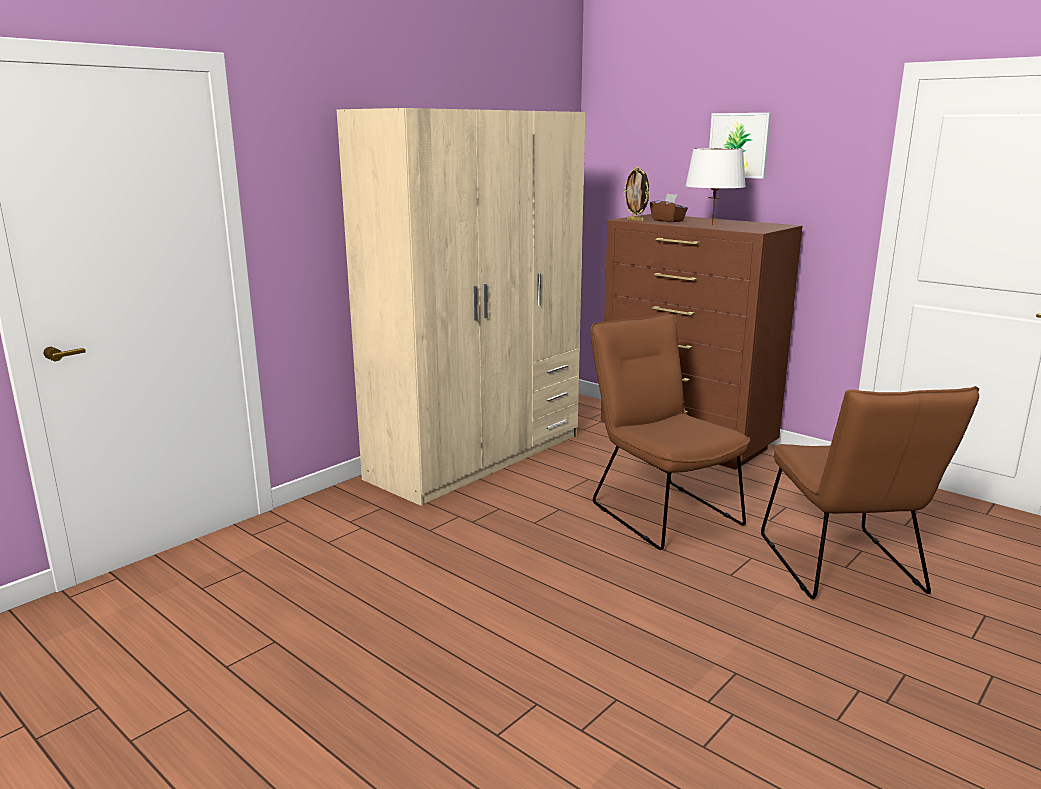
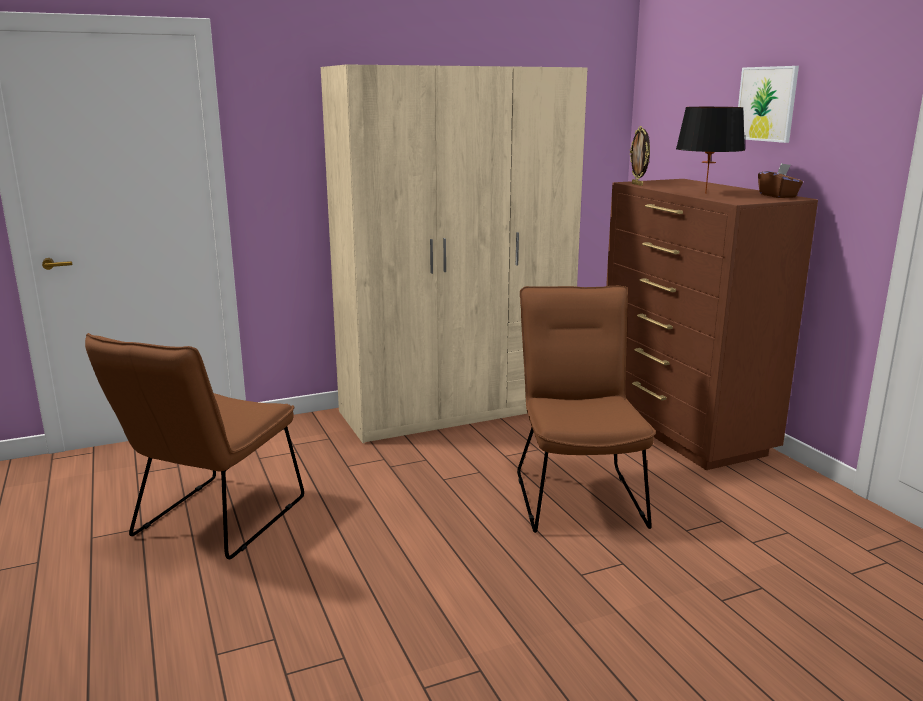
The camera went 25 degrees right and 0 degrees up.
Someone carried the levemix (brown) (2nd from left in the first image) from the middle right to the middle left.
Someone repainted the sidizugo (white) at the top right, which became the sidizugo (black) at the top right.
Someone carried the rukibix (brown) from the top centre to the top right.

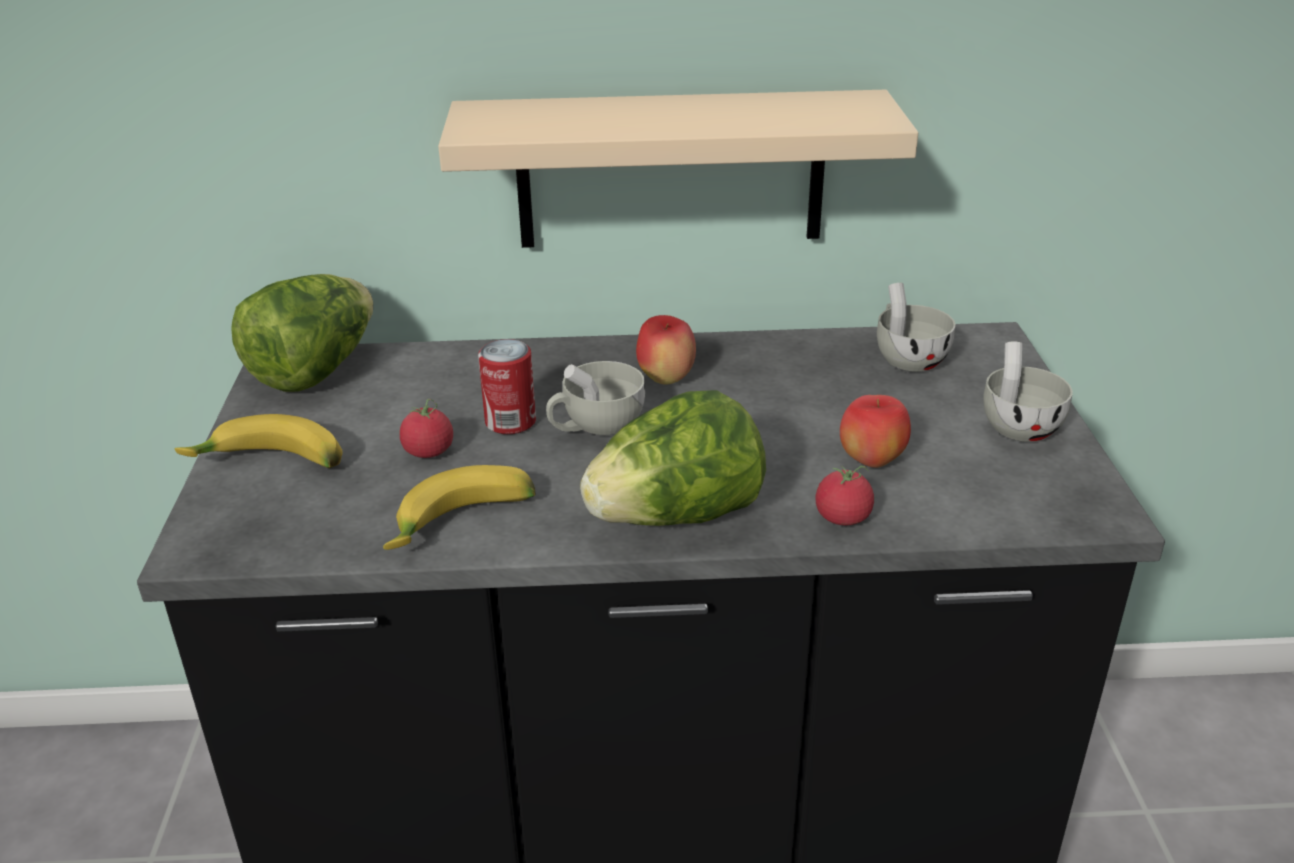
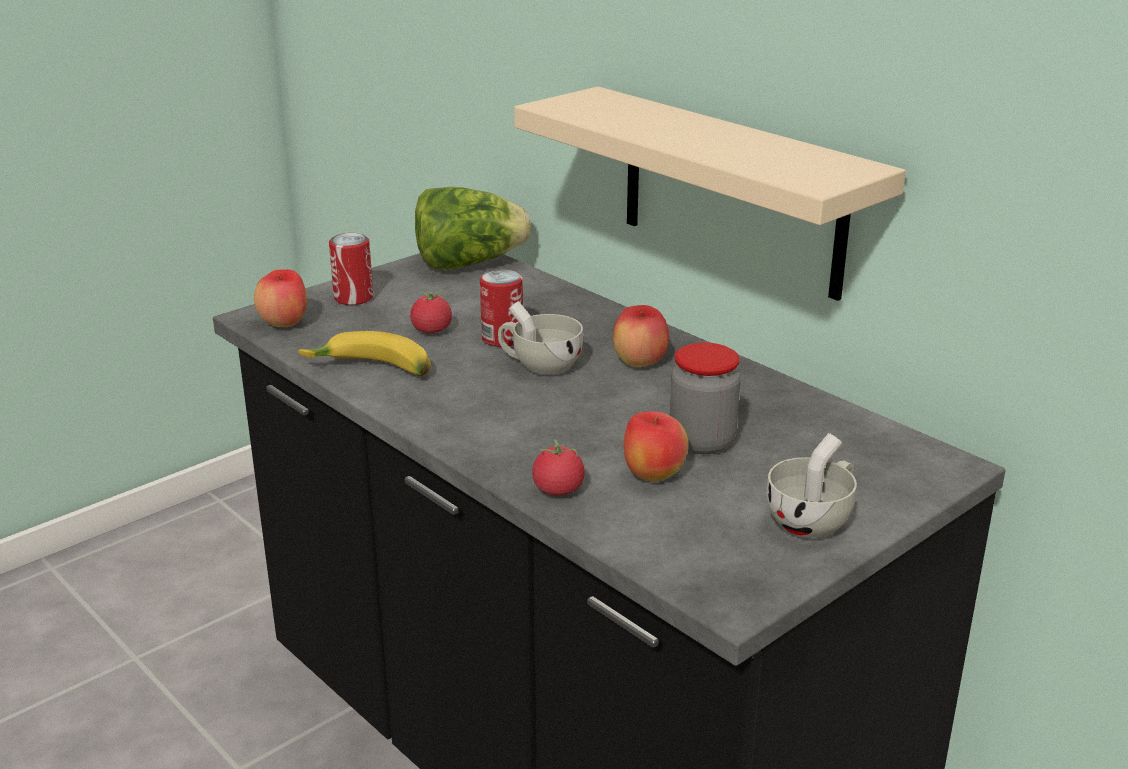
The camera went 50 degrees right and 5 degrees down.
Someone put down the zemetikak (1st from left) at the middle left.
Someone swapped the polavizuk (1st from left) at the middle left for the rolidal (1st from left) at the middle left.
Someone put down the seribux at the centre.
Someone took away the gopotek (2nd from left) at the centre.
Someone took away the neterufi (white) (2nd from left) at the middle right.

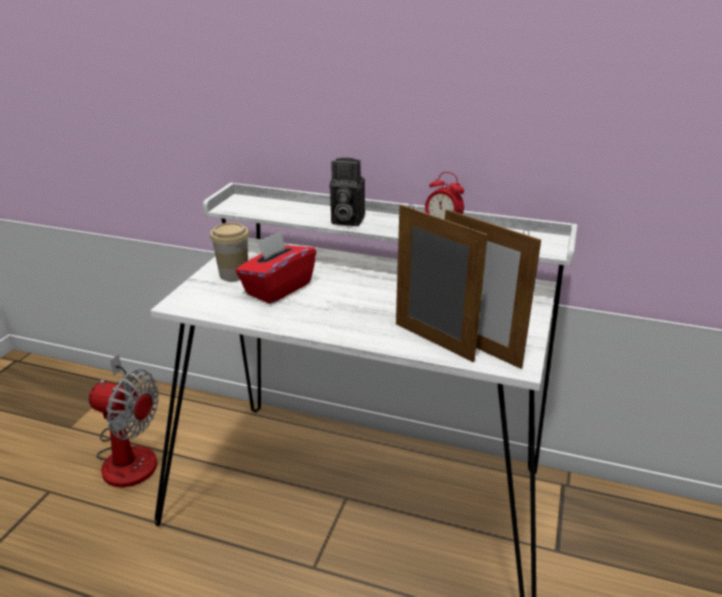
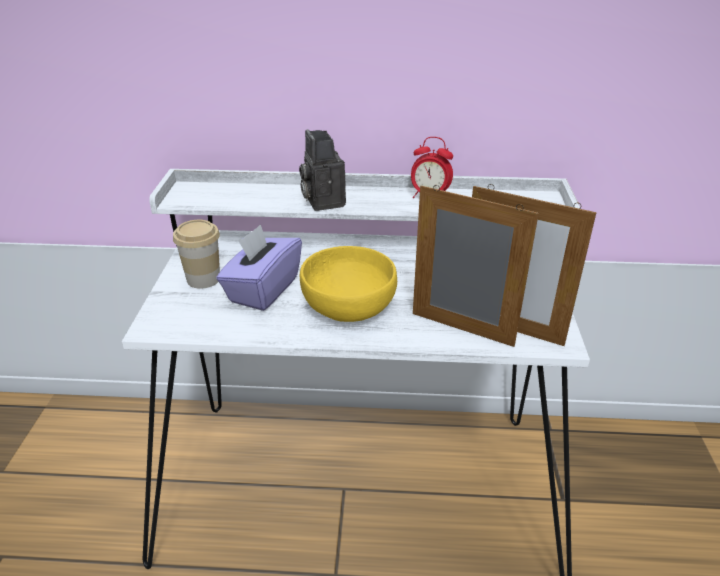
The camera went 15 degrees left and 5 degrees up.
Someone repainted the rukibix (red) at the centre, which became the rukibix (purple) at the centre.
Someone rotated the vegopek at the top centre by 75 degrees clockwise.
Someone put down the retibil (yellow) at the centre.
Someone took away the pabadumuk at the bottom left.

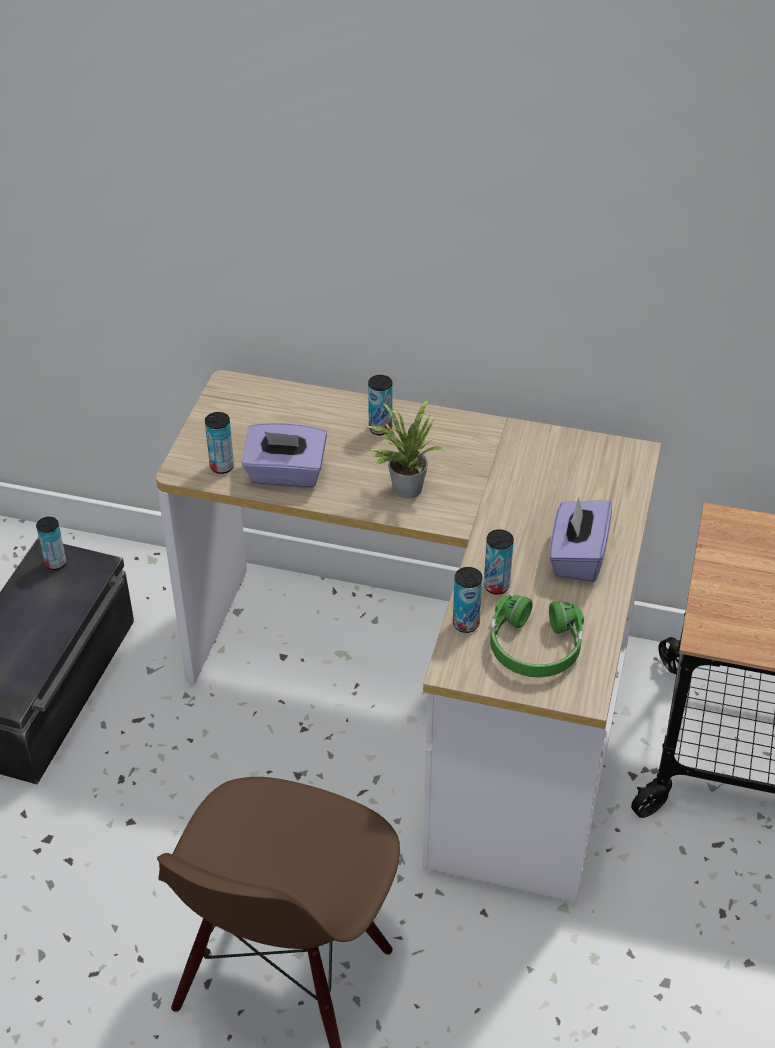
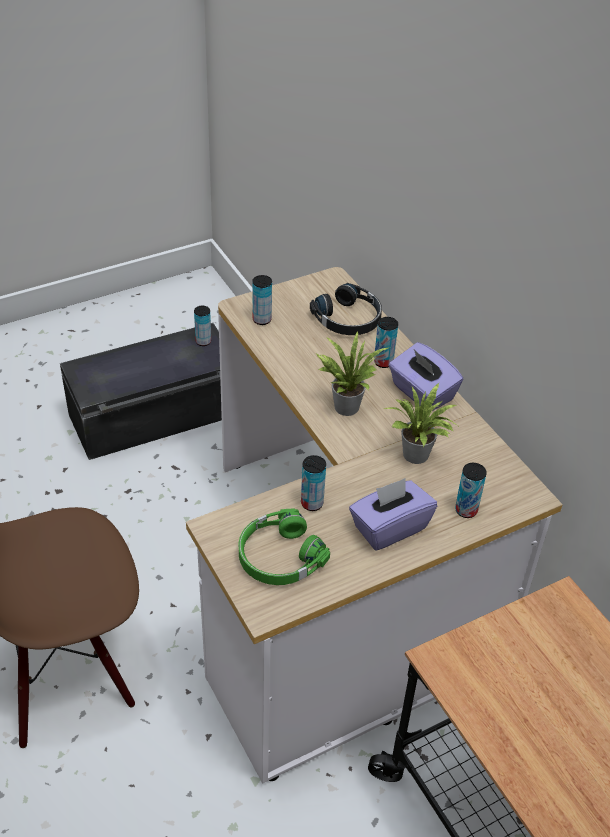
The camera went 45 degrees right and 0 degrees up.
Someone put down the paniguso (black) at the centre.
Someone put down the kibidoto (2nd from left) at the middle right.
Someone carried the rukibix (purple) (1st from left in the first image) from the centre to the middle right.
Someone carried the rolidal (4th from left in the first image) from the centre to the middle right.

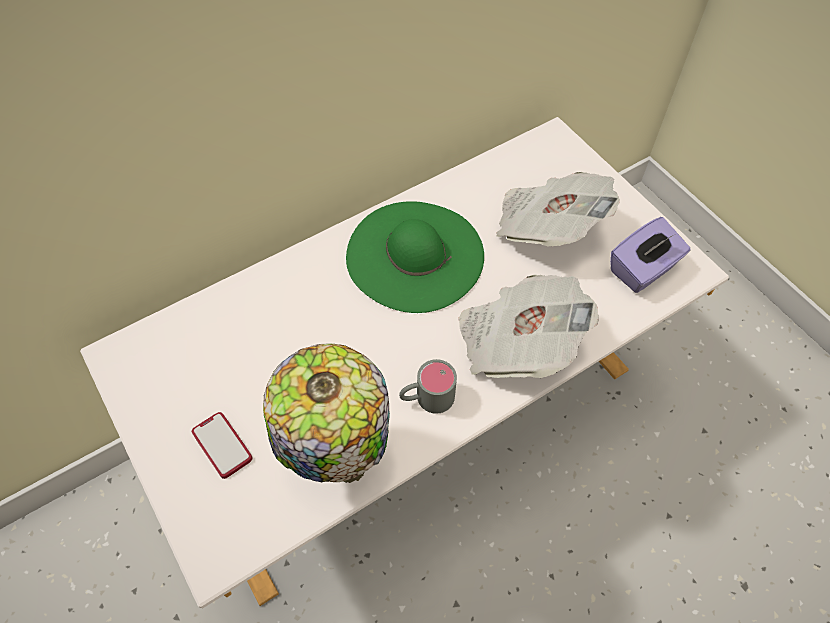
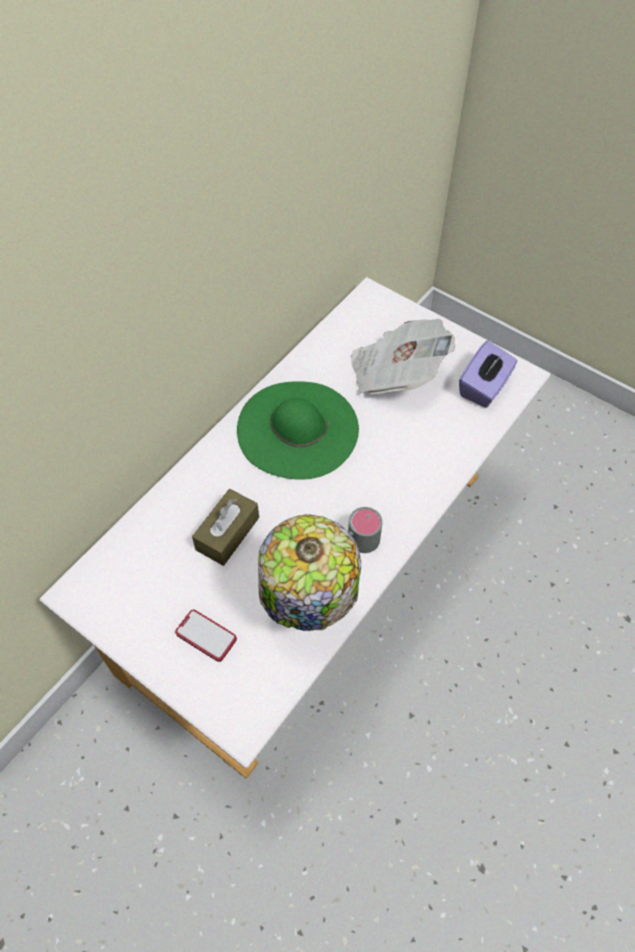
The camera went 20 degrees left and 0 degrees up.
Someone put down the rukibix (brown) at the centre.
Someone took away the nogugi (1st from left) at the centre.

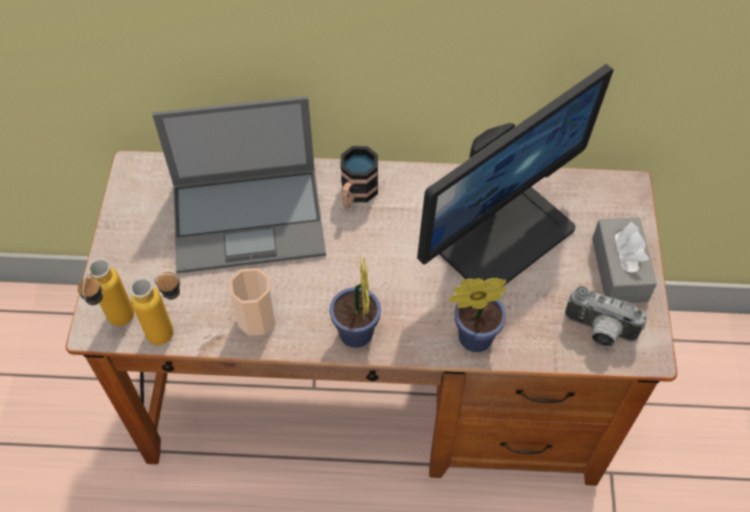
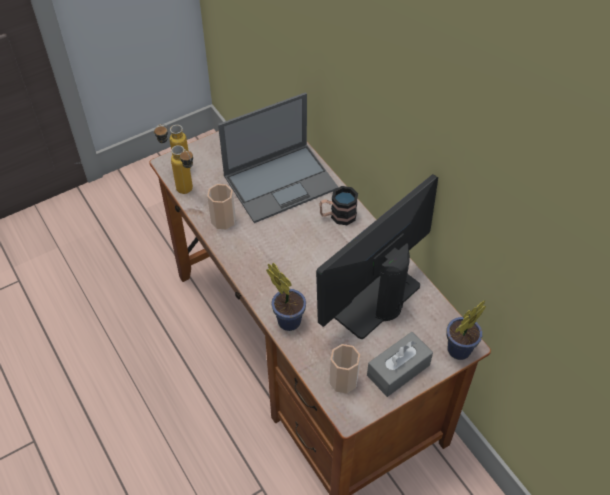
The camera went 55 degrees right and 5 degrees down.
Someone rotated the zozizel at the middle left by 75 degrees counterclockwise.
Someone rotated the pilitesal at the middle right by 120 degrees clockwise.
Someone swapped the vegopek at the middle right for the neterufi (2nd from left) at the bottom centre.
Someone carried the kibidoto (1st from left in the first image) from the centre to the bottom right.

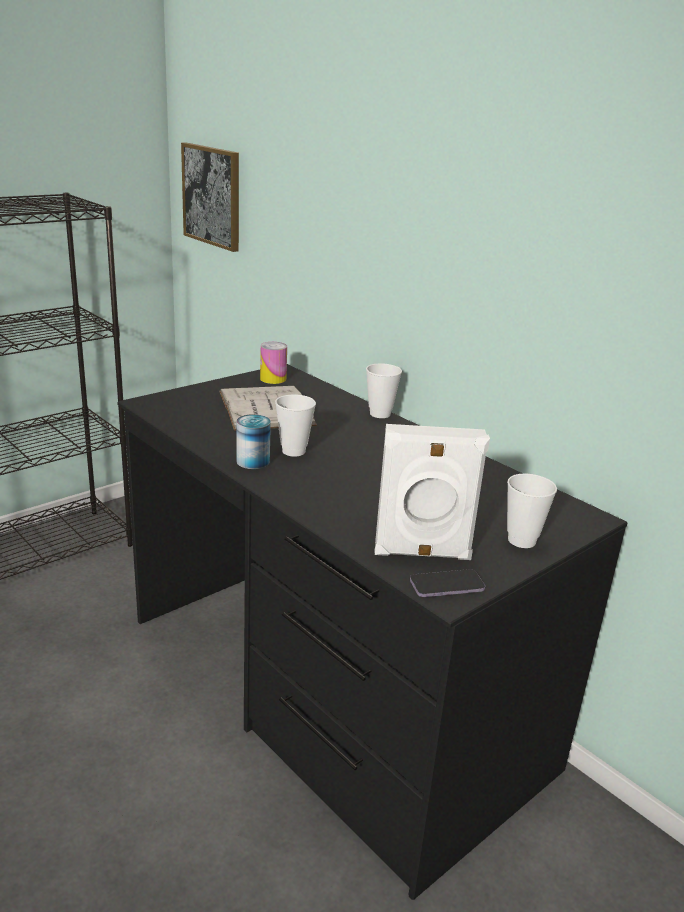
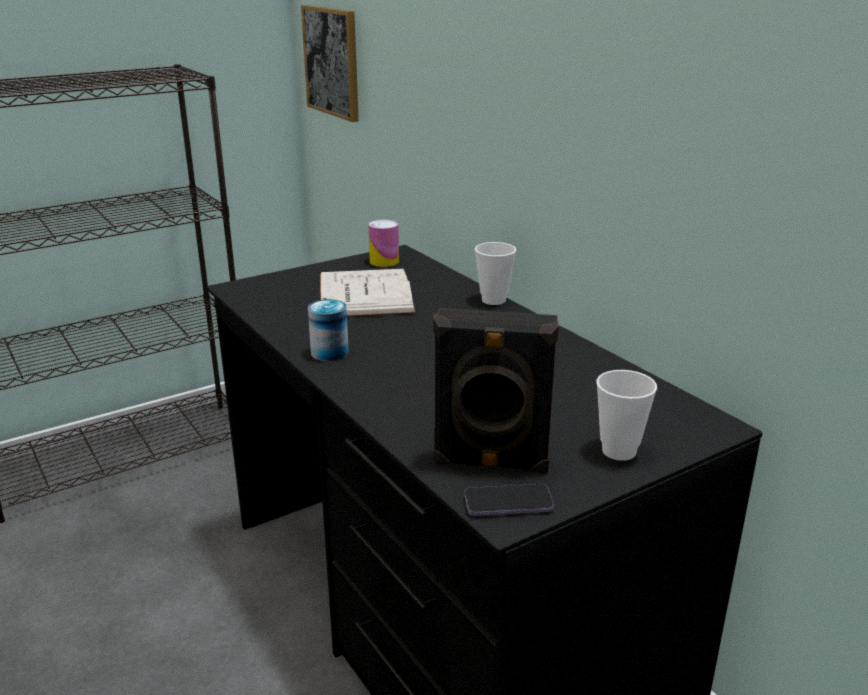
The camera went 10 degrees right and 0 degrees up.
Someone repainted the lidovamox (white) at the centre, which became the lidovamox (black) at the centre.
Someone took away the neterufi (1st from left) at the centre.

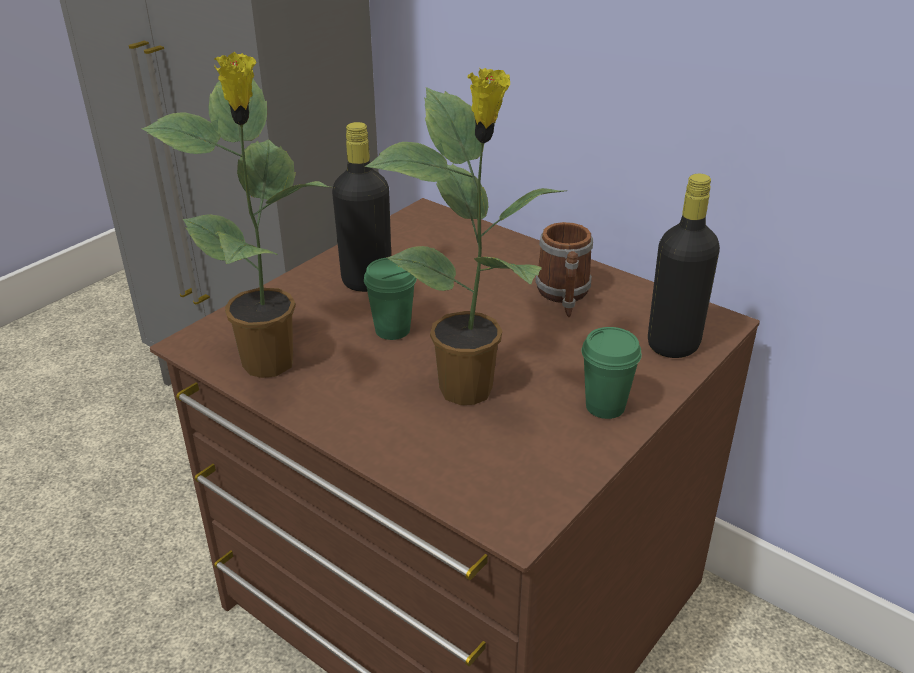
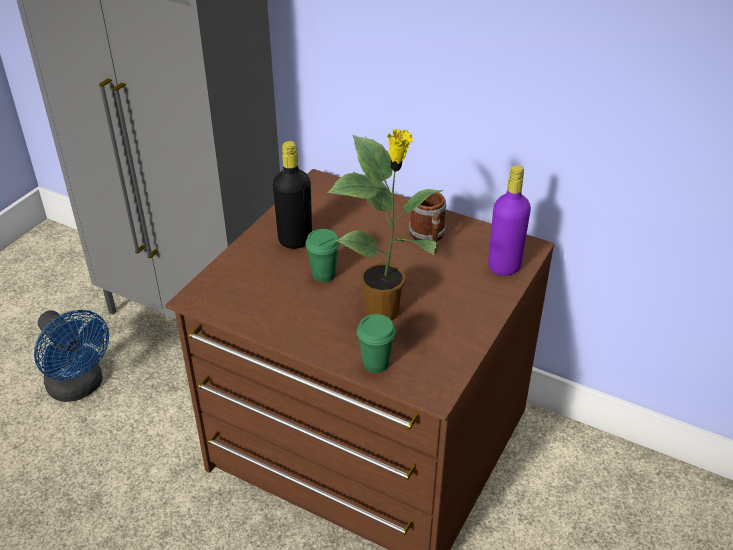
The camera went 10 degrees left and 5 degrees up.
Someone put down the pabadumuk (blue) at the middle left.
Someone carried the neterufi (green) (2nd from left) from the middle right to the centre.
Someone repainted the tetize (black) (2nd from left) at the middle right, which became the tetize (purple) at the middle right.
Someone took away the kibidoto (1st from left) at the top left.

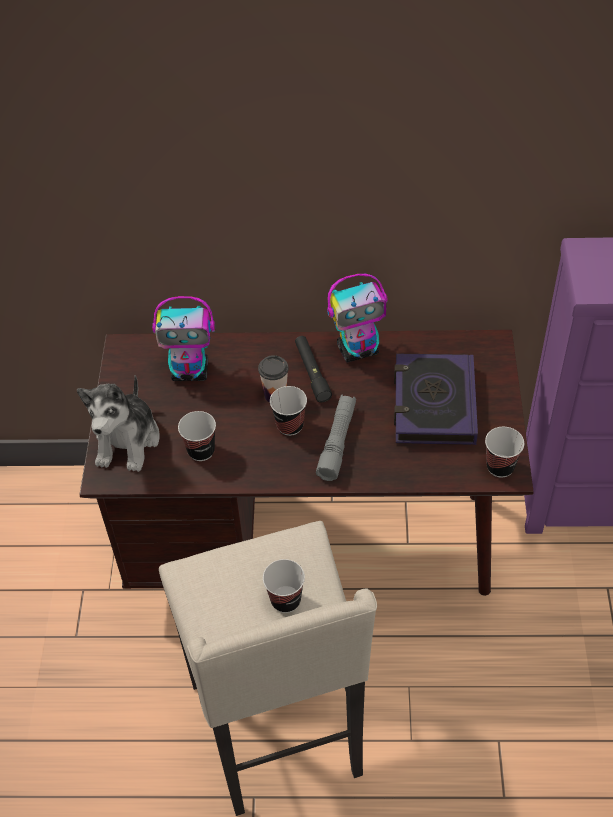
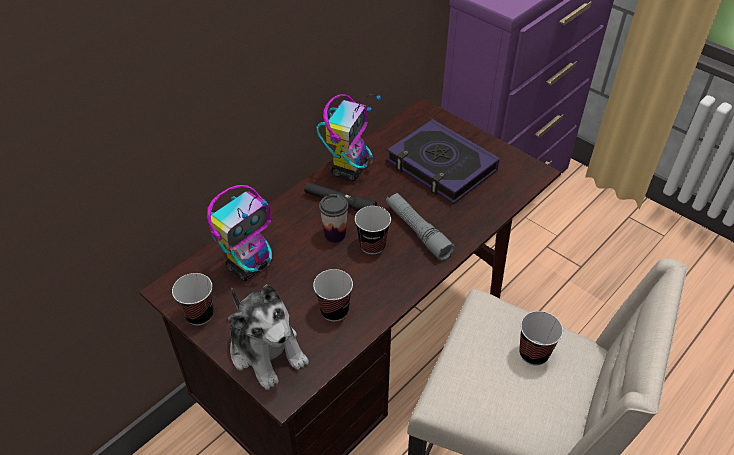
The camera went 50 degrees left and 5 degrees down.
Someone carried the neterufi (5th from left in the first image) from the middle right to the middle left.

